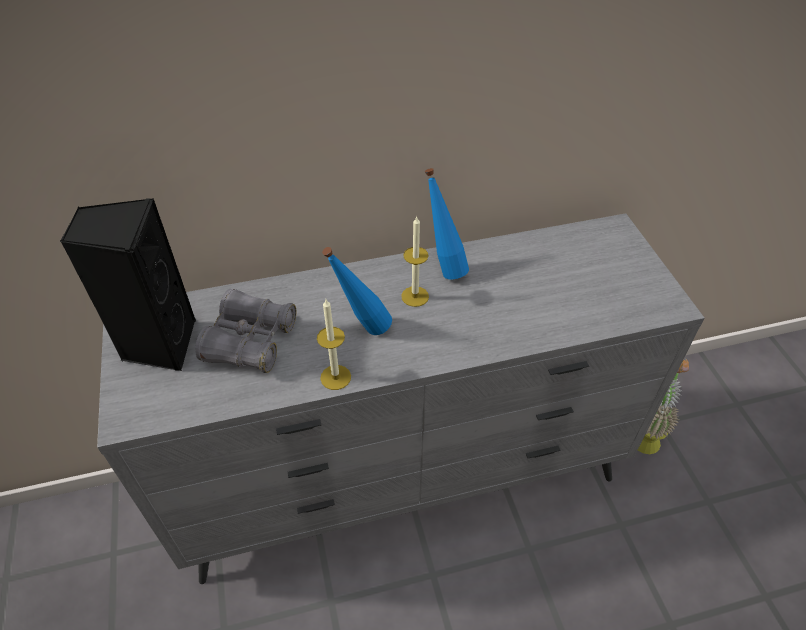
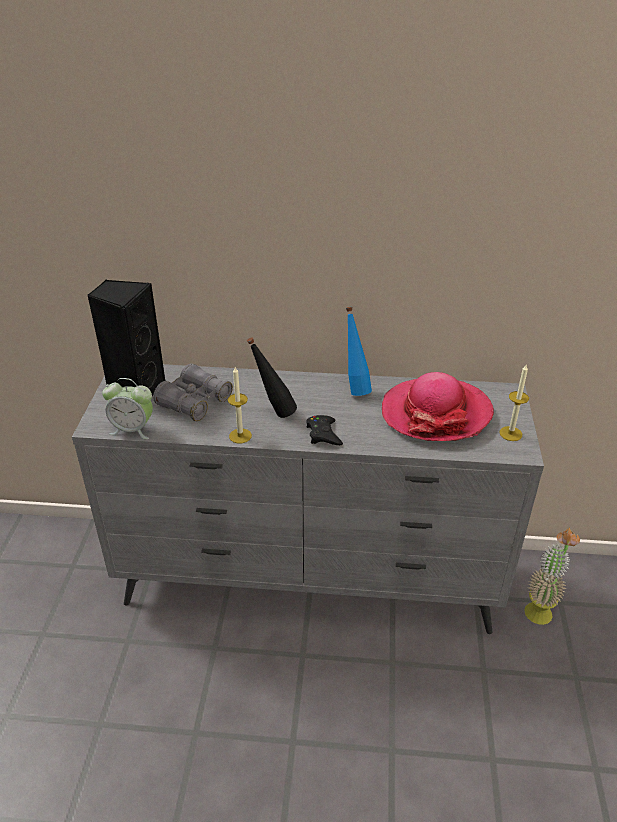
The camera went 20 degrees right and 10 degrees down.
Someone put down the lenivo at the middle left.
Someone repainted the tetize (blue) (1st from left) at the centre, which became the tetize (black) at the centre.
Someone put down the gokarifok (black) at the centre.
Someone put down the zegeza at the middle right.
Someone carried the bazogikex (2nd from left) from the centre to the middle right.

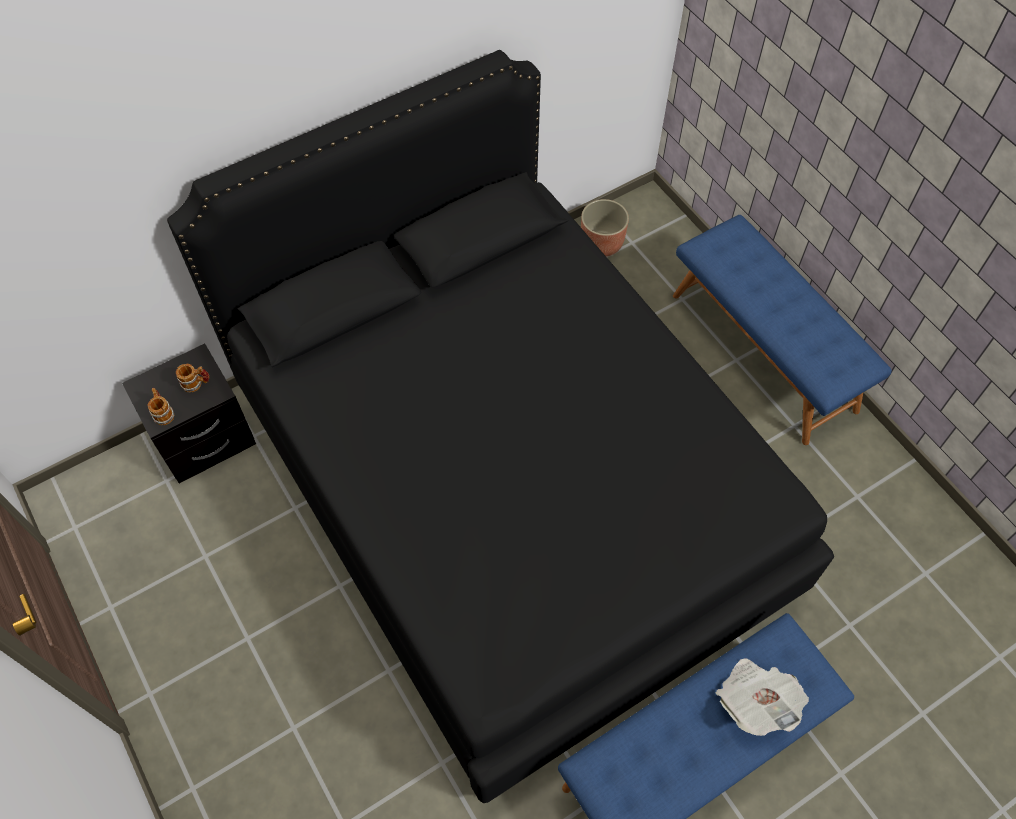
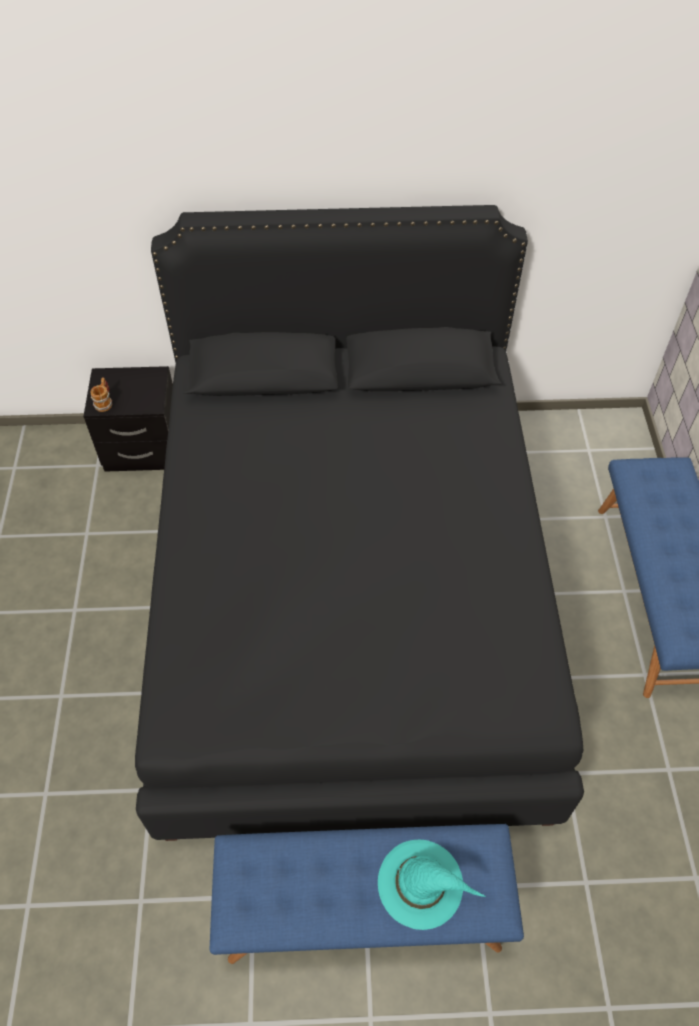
The camera went 30 degrees right and 5 degrees down.
Someone swapped the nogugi at the bottom right for the zegeza (turquoise) at the bottom centre.
Someone took away the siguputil (2nd from left) at the middle left.
Someone took away the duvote at the top centre.

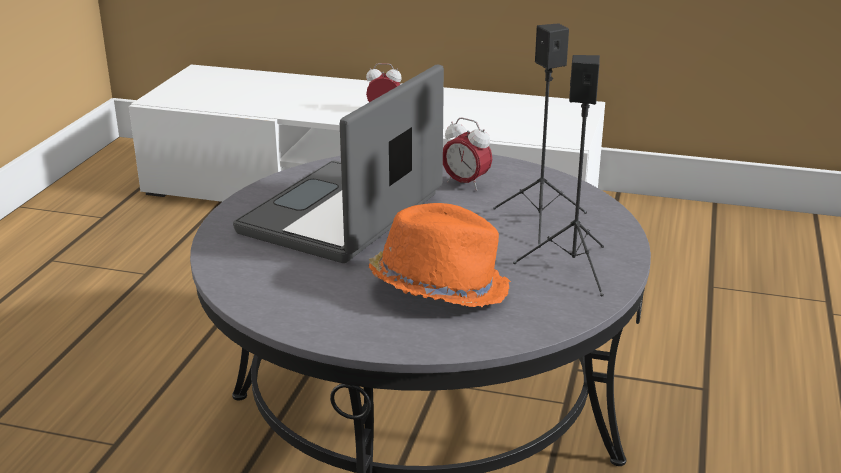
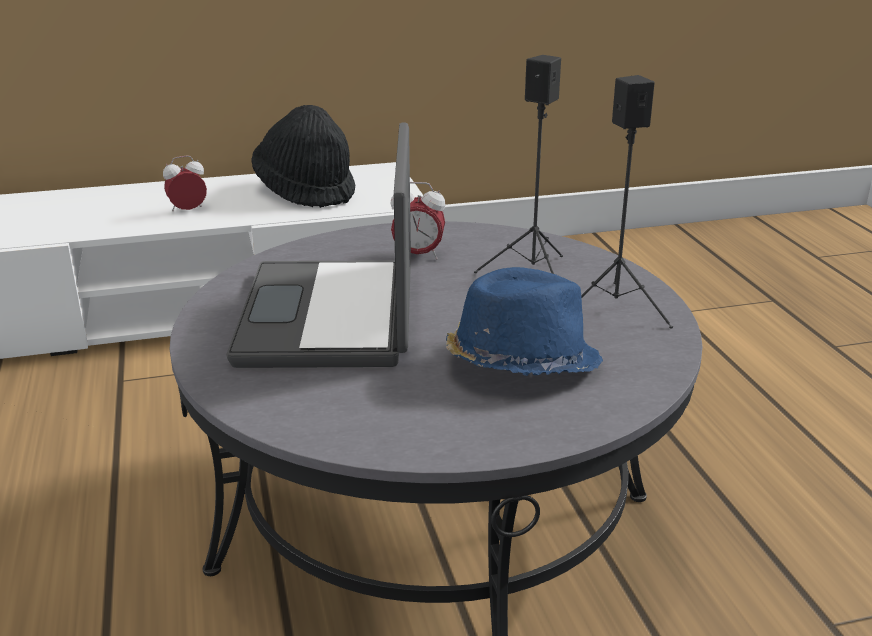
The camera went 30 degrees left and 0 degrees up.
Someone put down the zegeza (black) at the top centre.
Someone repainted the zegeza (orange) at the centre, which became the zegeza (blue) at the centre.

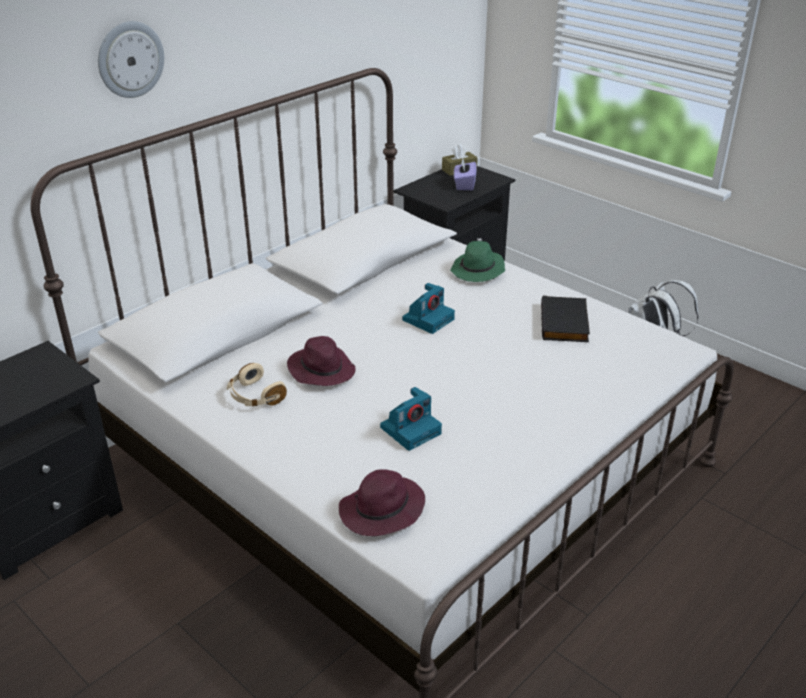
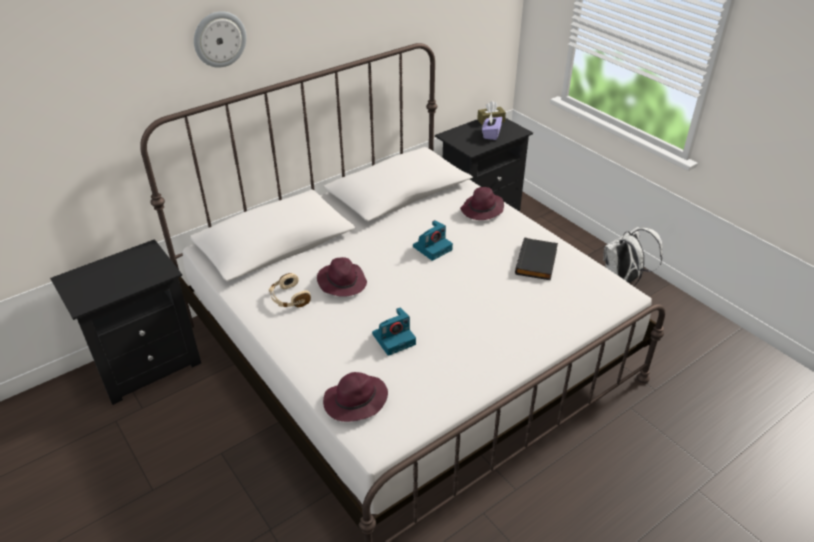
The camera went 10 degrees right and 5 degrees up.
Someone repainted the zegeza (green) at the centre, which became the zegeza (purple) (3rd from left) at the centre.

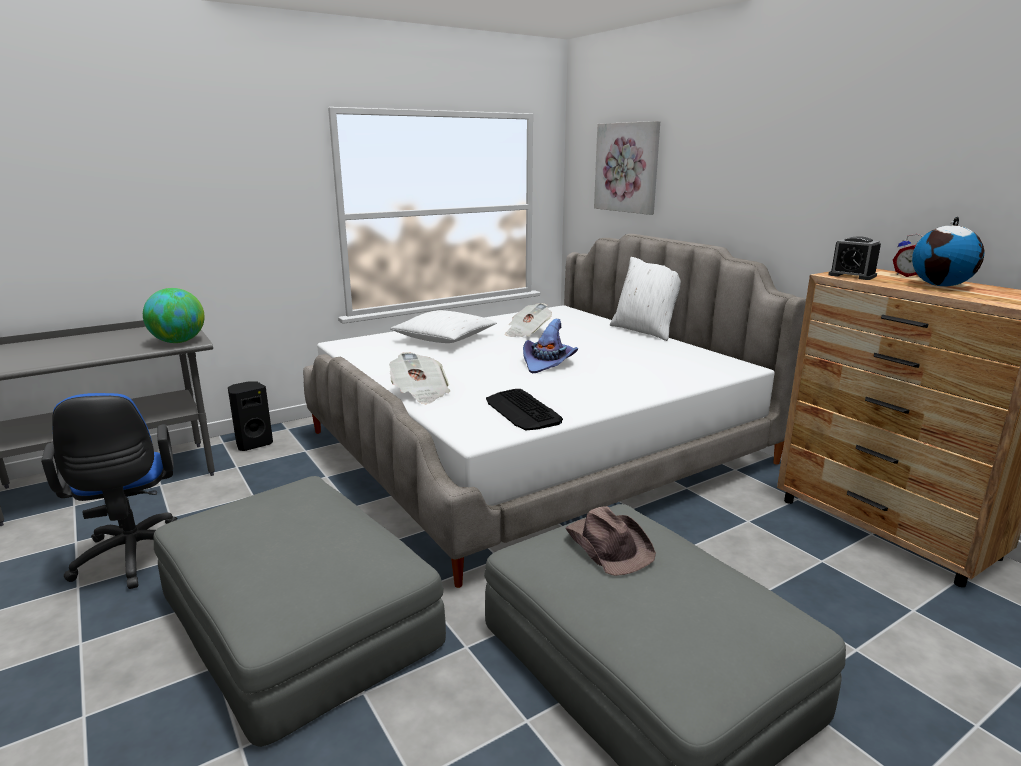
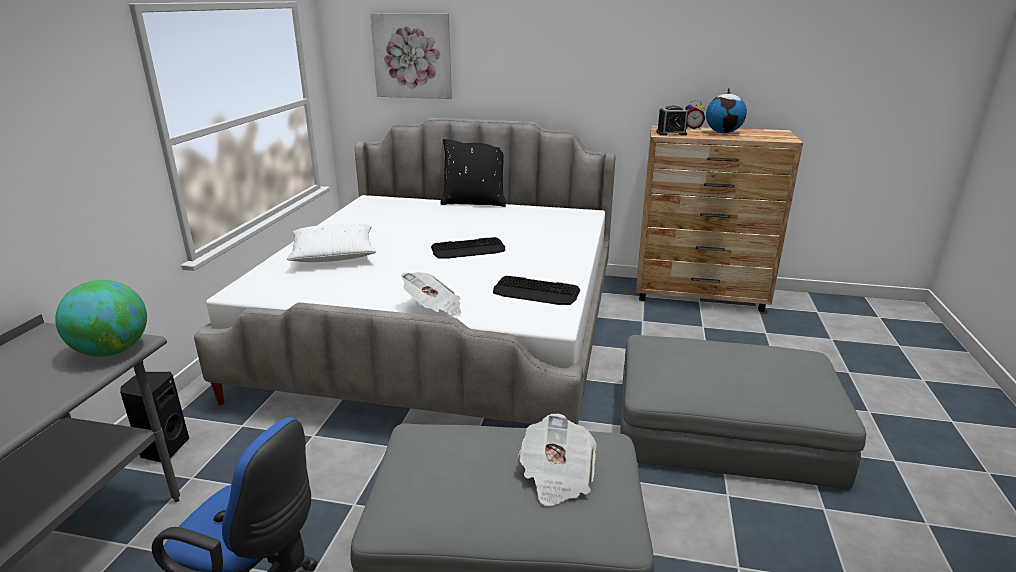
The camera went 45 degrees left and 5 degrees up.
Someone swapped the zegeza (purple) at the centre for the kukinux (1st from left) at the centre.
Someone repainted the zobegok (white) (2nd from left) at the centre, which became the zobegok (black) at the top centre.
Someone carried the nogugi (2nd from left) from the centre to the bottom centre.
Someone took away the zegeza (brown) at the bottom centre.

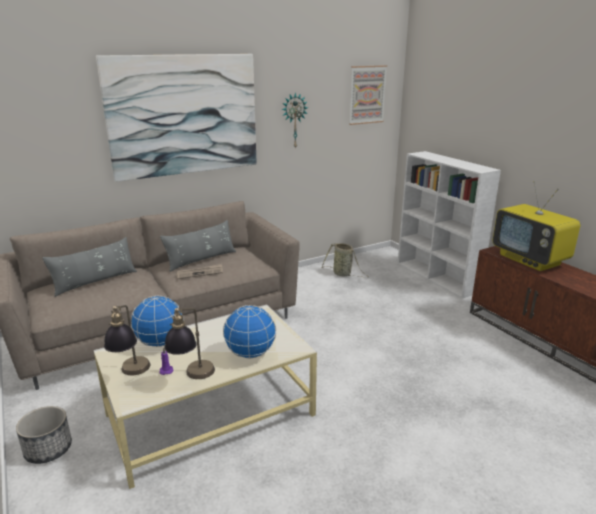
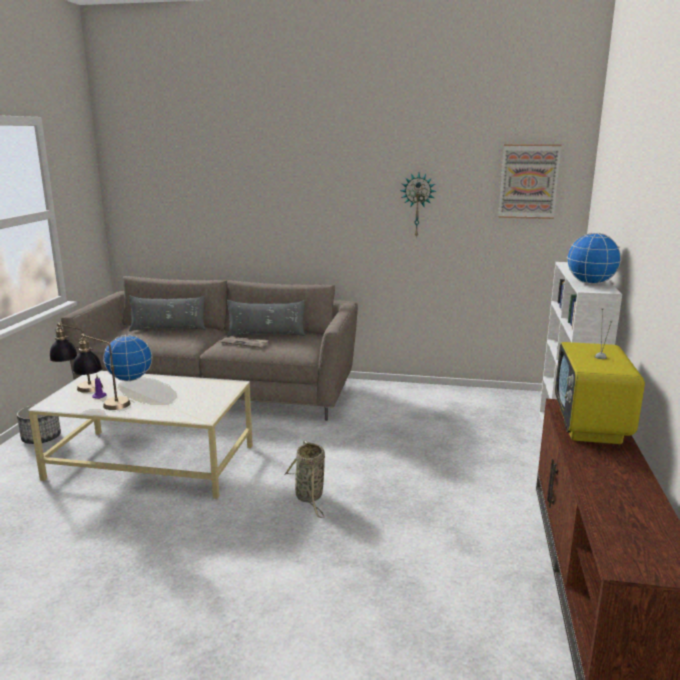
The camera went 40 degrees right and 5 degrees down.
Someone carried the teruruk from the centre to the bottom centre.
Someone carried the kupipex (2nd from left) from the centre to the middle right.
Someone took away the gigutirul (1st from left) at the top left.

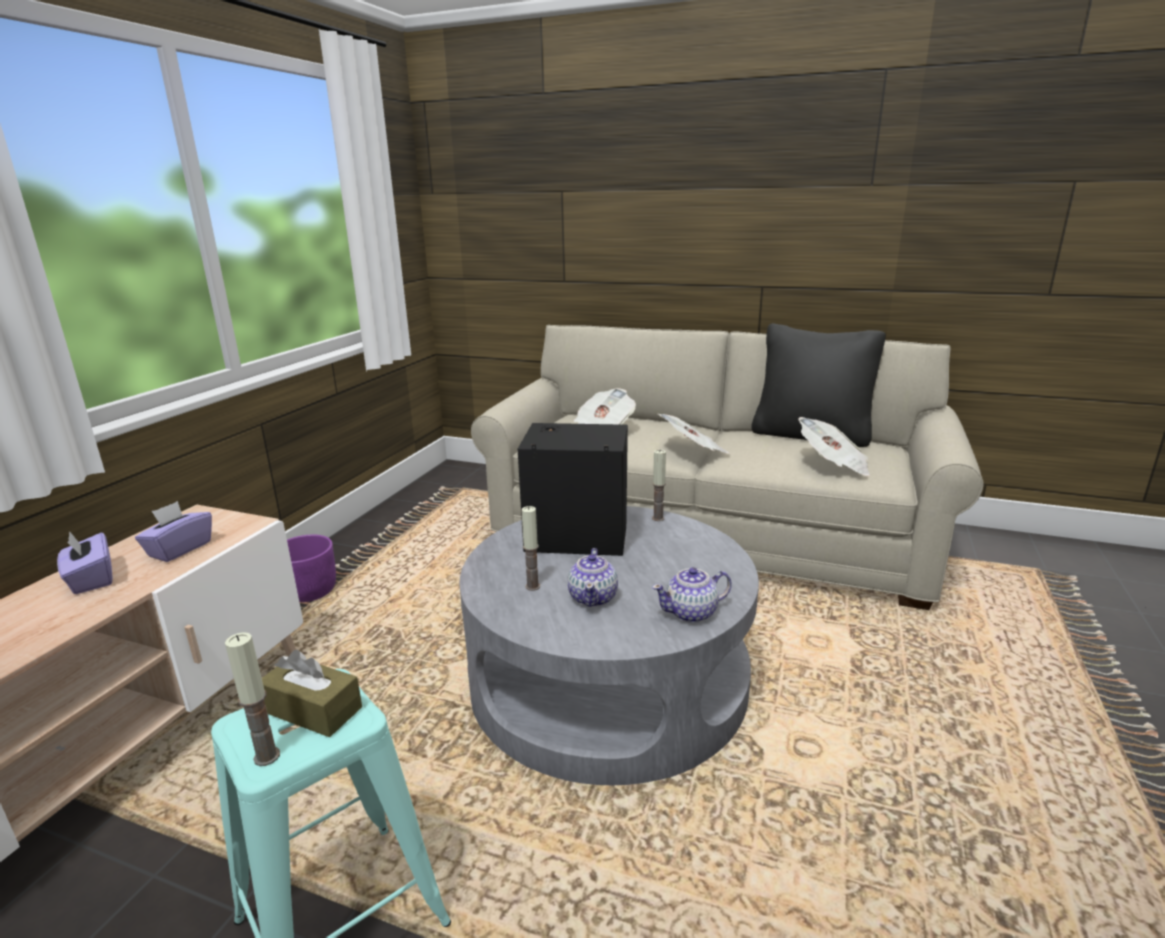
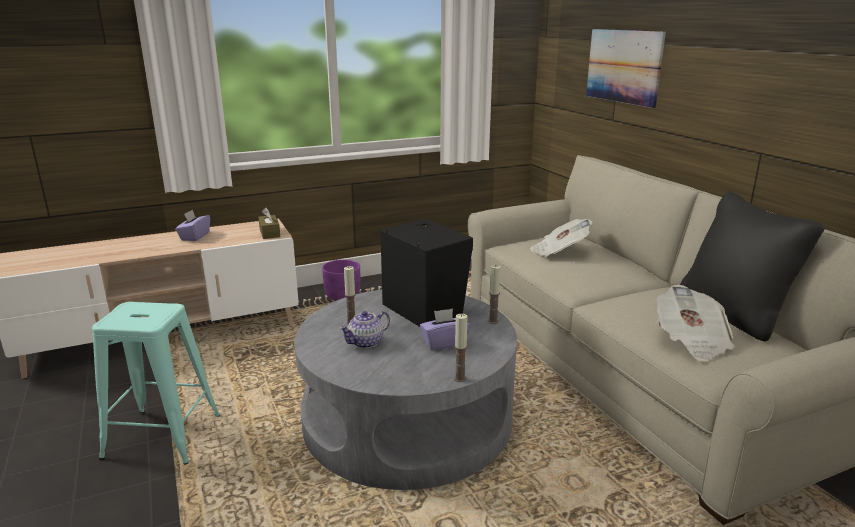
The camera went 45 degrees right and 0 degrees up.
Someone carried the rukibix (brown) from the bottom left to the middle left.
Someone carried the rukibix (purple) (2nd from left) from the middle left to the centre.
Someone carried the bazogikex (1st from left in the first image) from the bottom left to the centre.
Someone put up the gigutirul at the top right.
Someone took away the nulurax (2nd from left) at the centre.
Someone took away the nogugi (2nd from left) at the centre.

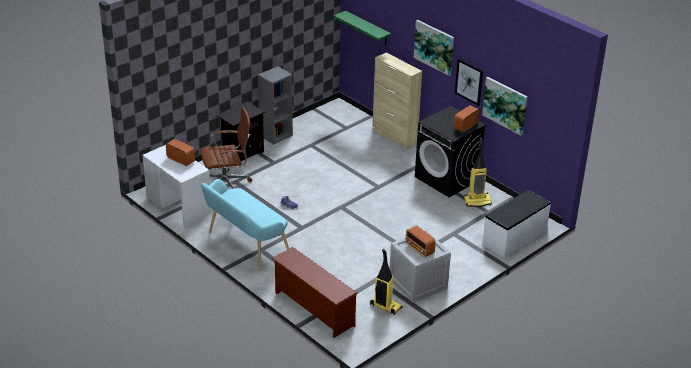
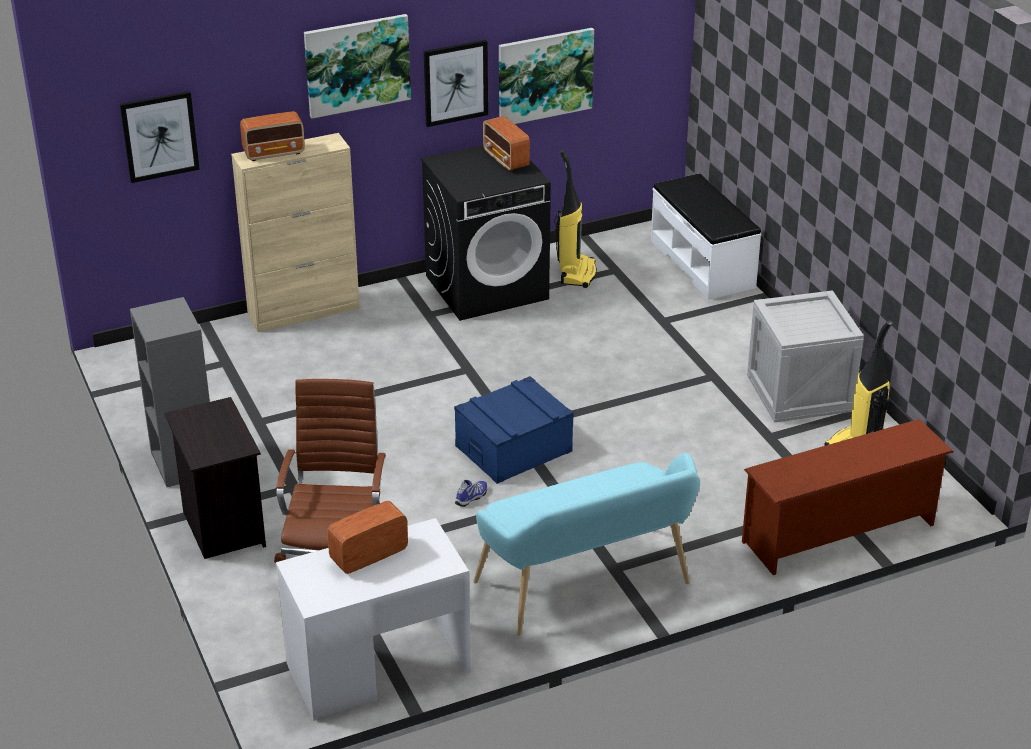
The camera went 70 degrees left and 0 degrees up.
Someone swapped the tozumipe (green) at the top centre for the gigutirul (1st from left) at the top left.
Someone carried the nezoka (2nd from left in the first image) from the centre to the top left.
Someone put down the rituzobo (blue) at the centre.

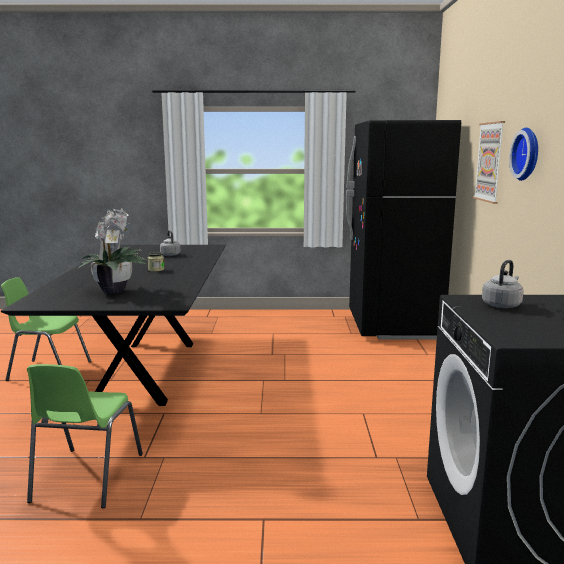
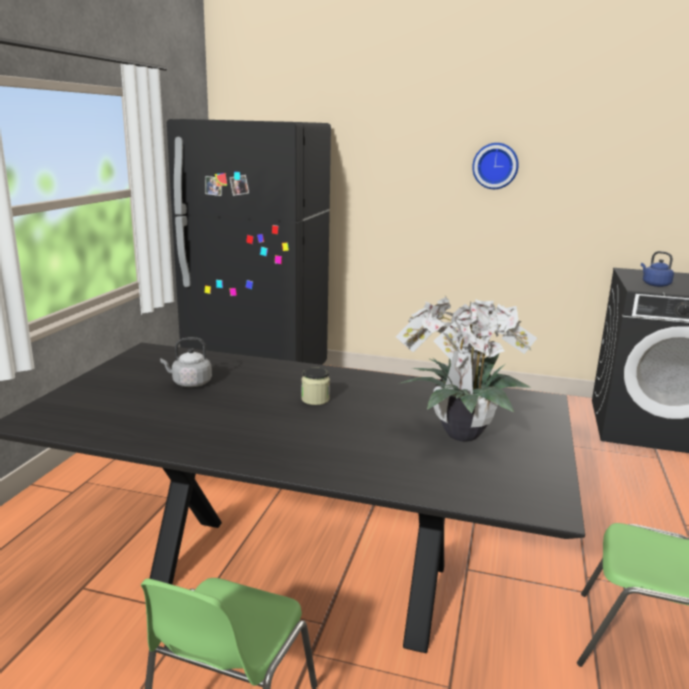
The camera went 75 degrees left and 5 degrees up.
Someone repainted the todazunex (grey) (2nd from left) at the middle right, which became the todazunex (blue) at the middle right.
Someone took away the gigutirul at the top right.

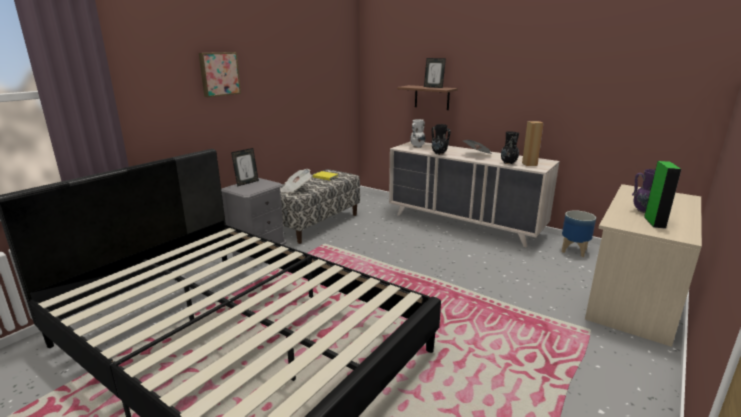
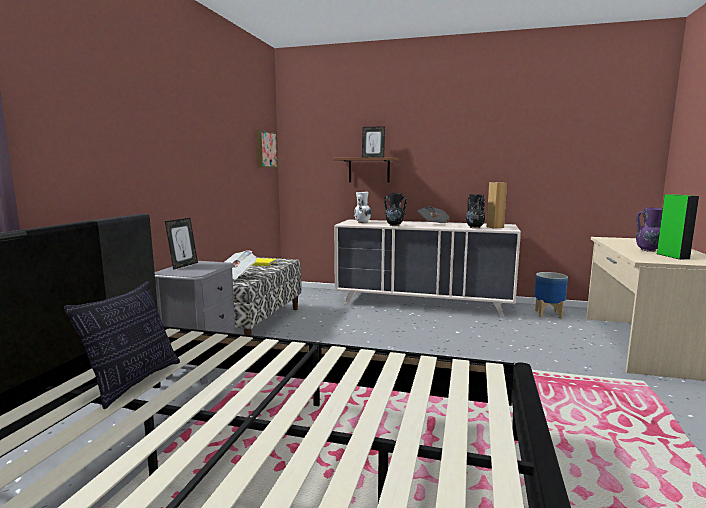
The camera went 20 degrees left and 10 degrees down.
Someone put down the zobegok at the bottom left.
Someone carried the gigutirul from the top left to the top centre.

